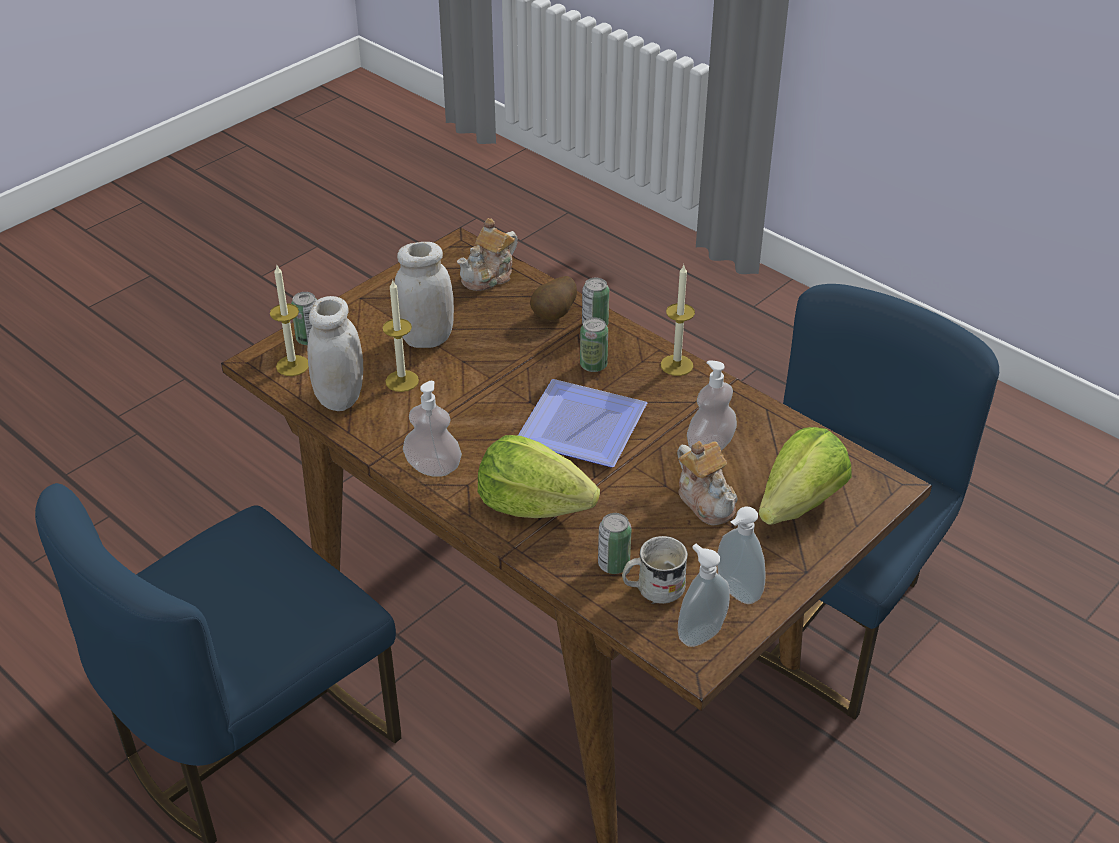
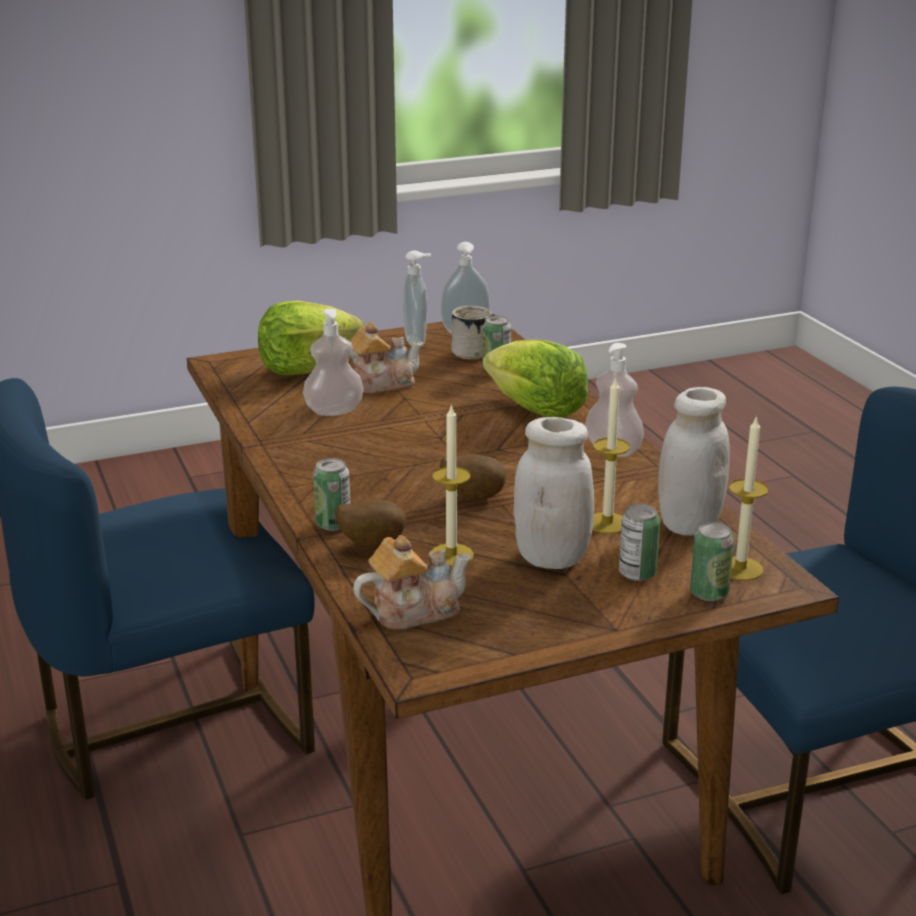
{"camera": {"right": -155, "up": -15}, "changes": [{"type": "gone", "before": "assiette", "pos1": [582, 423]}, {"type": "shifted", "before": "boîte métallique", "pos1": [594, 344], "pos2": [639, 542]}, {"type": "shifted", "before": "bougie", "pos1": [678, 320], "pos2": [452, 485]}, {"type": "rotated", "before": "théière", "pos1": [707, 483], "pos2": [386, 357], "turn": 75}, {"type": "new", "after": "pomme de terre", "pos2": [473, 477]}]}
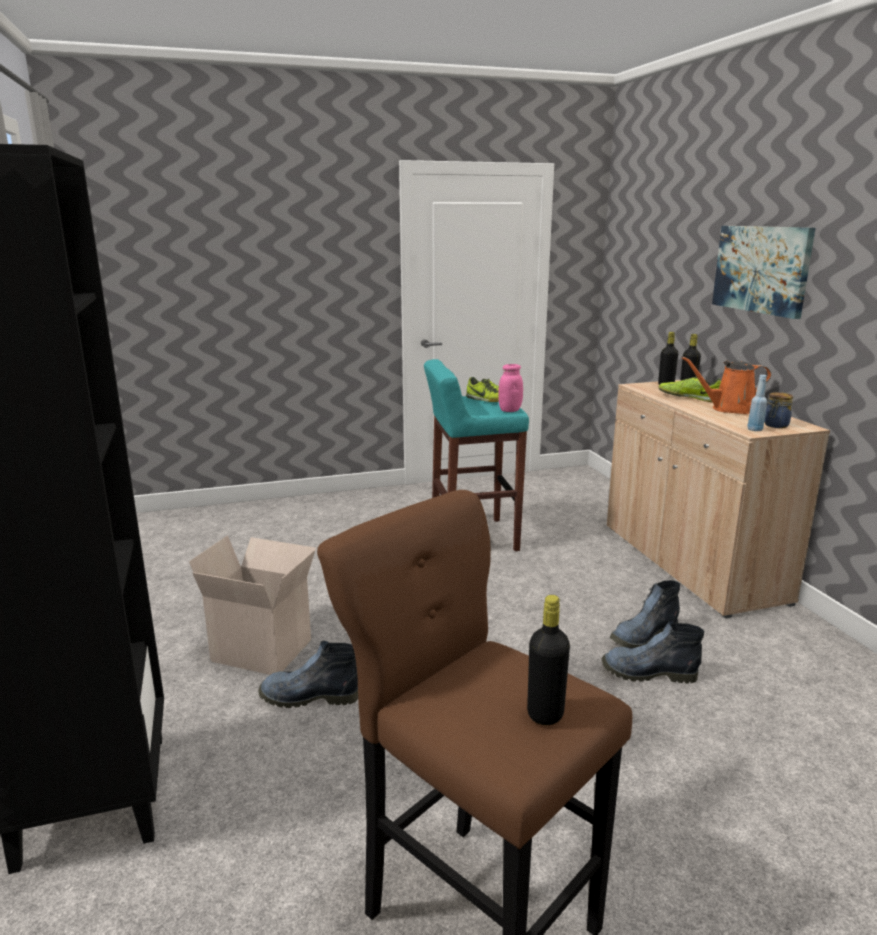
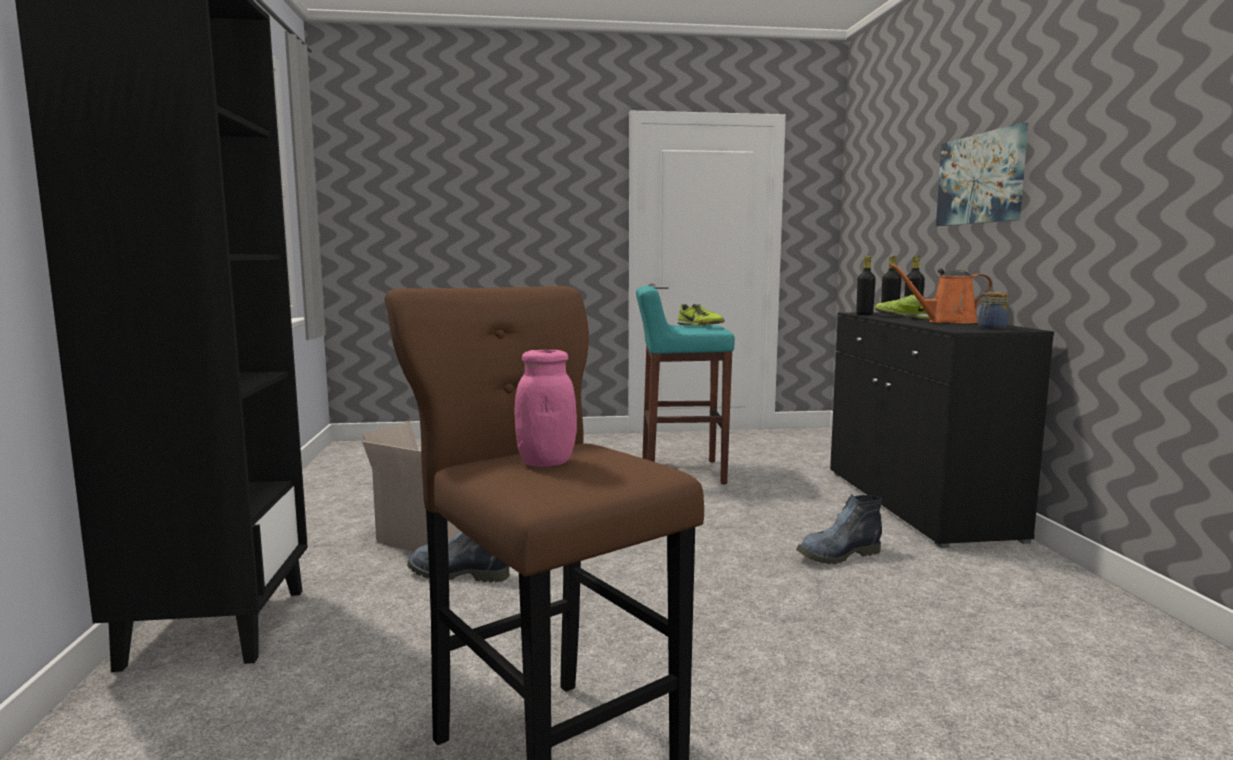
{"camera": {"right": 10, "up": -10}, "changes": [{"type": "shifted", "before": "bocal (rose)", "pos1": [511, 388], "pos2": [546, 408]}, {"type": "shifted", "before": "bouteille (noir)", "pos1": [548, 660], "pos2": [866, 285]}, {"type": "gone", "before": "botte", "pos1": [653, 651]}, {"type": "repainted", "before": "meuble de rangement (beige)", "after": "meuble de rangement (noir)", "pos1": [718, 499], "pos2": [942, 430]}, {"type": "gone", "before": "bouteille (bleu)", "pos1": [757, 403]}]}
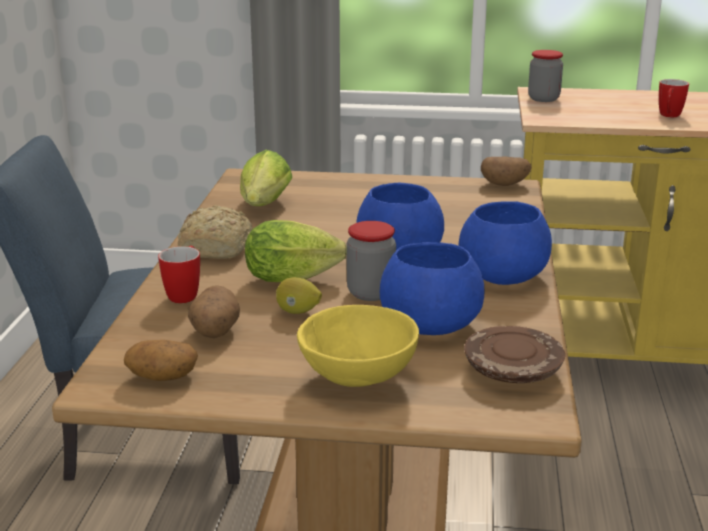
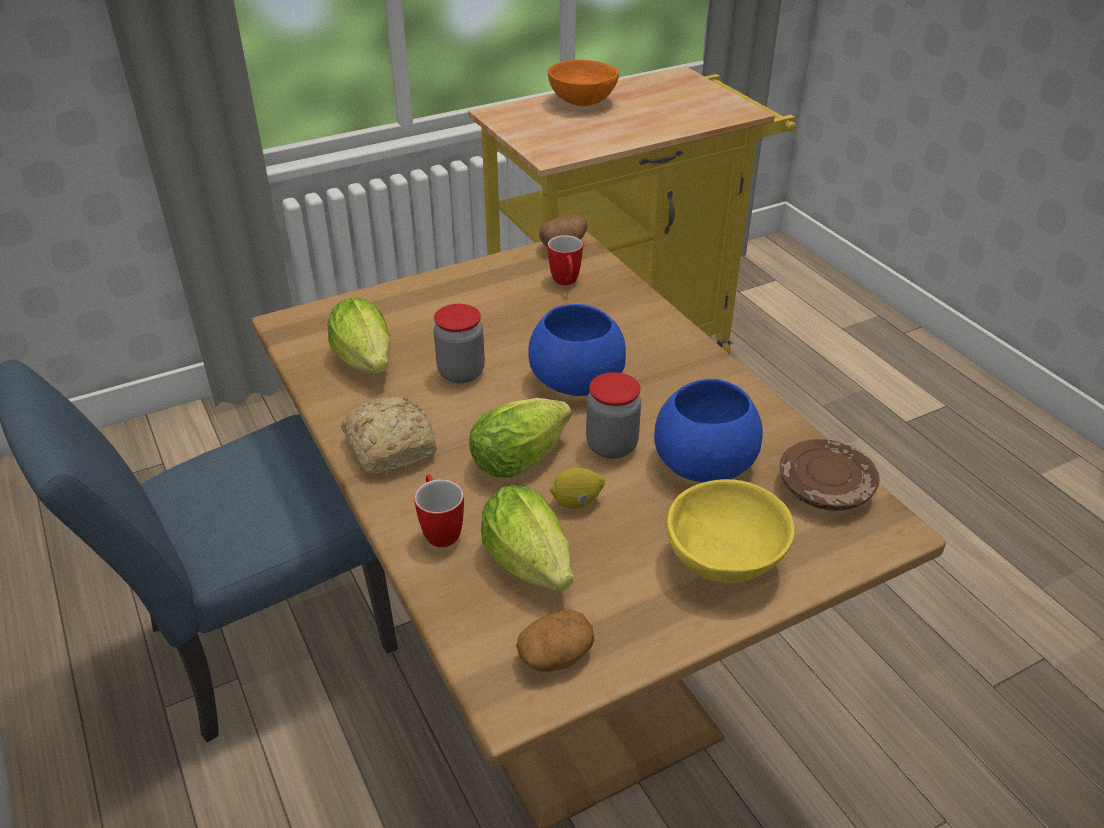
{"camera": {"right": -35, "up": 15}, "changes": [{"type": "swapped", "before": "pomme de terre", "after": "laitue", "pos1": [214, 311], "pos2": [527, 538]}, {"type": "gone", "before": "bol (bleu)", "pos1": [505, 243]}, {"type": "shifted", "before": "bocal", "pos1": [545, 76], "pos2": [459, 343]}, {"type": "shifted", "before": "mug", "pos1": [674, 98], "pos2": [565, 260]}, {"type": "new", "after": "bol (orange)", "pos2": [583, 83]}]}
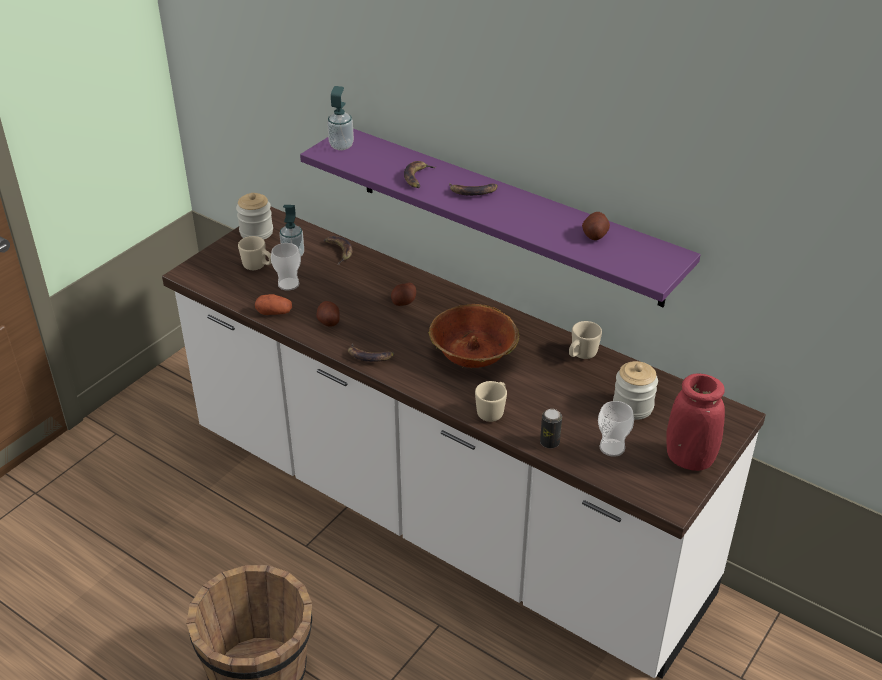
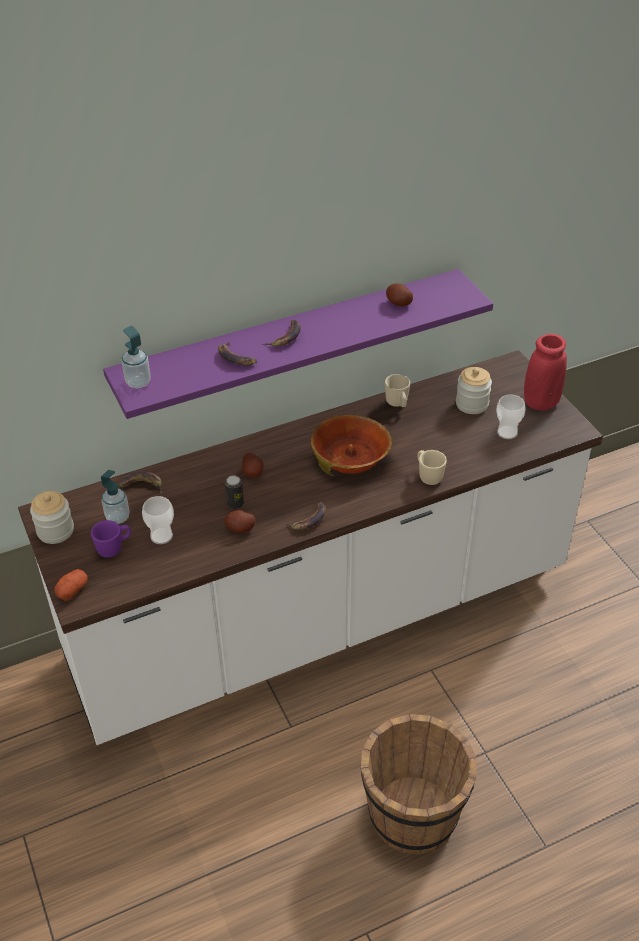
{"camera": {"right": -60, "up": 5}, "changes": [{"type": "repainted", "before": "mug (beige)", "after": "mug (violet)", "pos1": [254, 253], "pos2": [111, 539]}, {"type": "shifted", "before": "pomme de terre", "pos1": [273, 304], "pos2": [71, 584]}, {"type": "shifted", "before": "boîte métallique", "pos1": [551, 428], "pos2": [234, 492]}]}
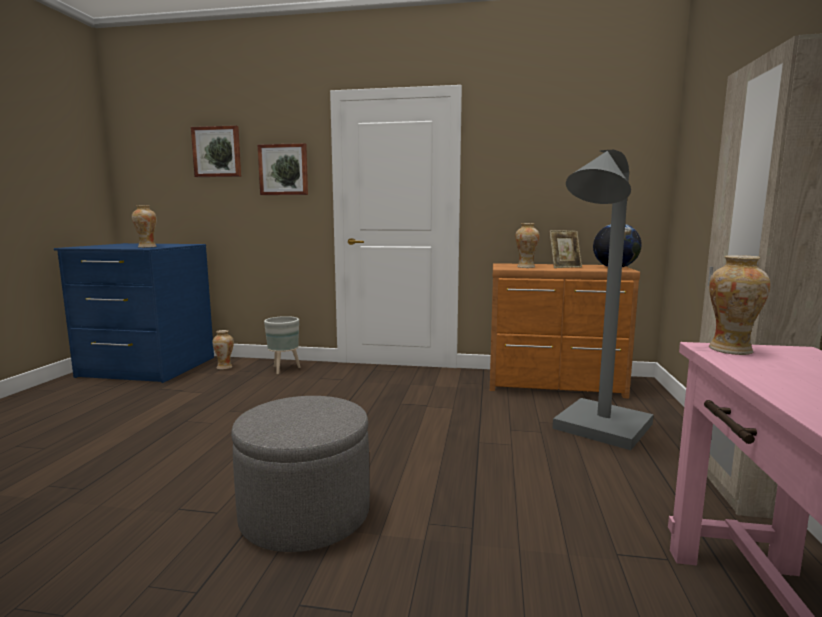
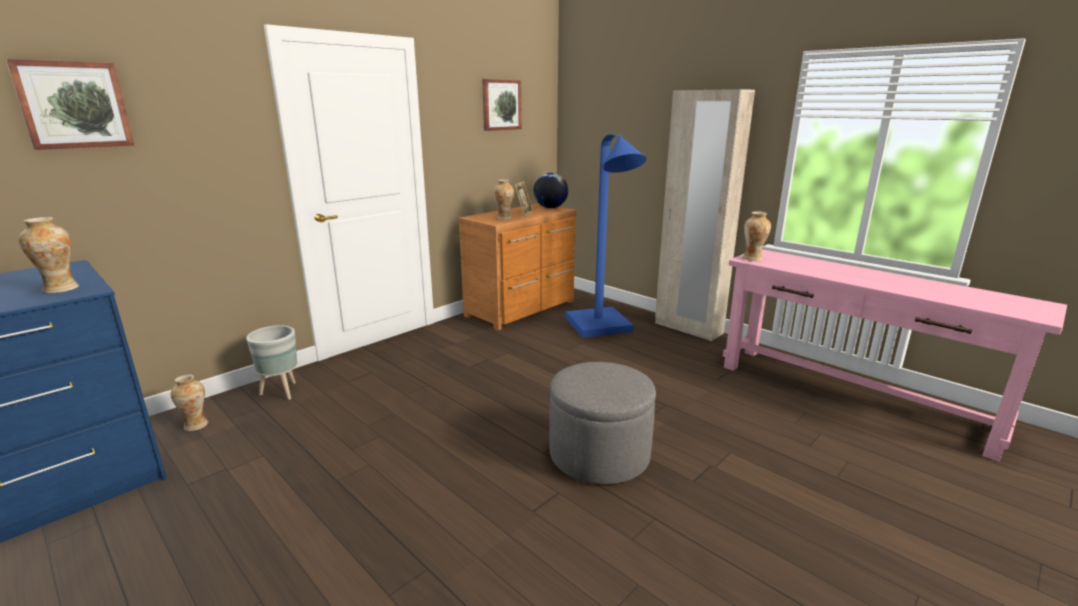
{"camera": {"right": -55, "up": 10}, "changes": [{"type": "shifted", "before": "tableau", "pos1": [282, 169], "pos2": [502, 105]}, {"type": "repainted", "before": "lampadaire (gris)", "after": "lampadaire (bleu)", "pos1": [603, 300], "pos2": [605, 236]}]}
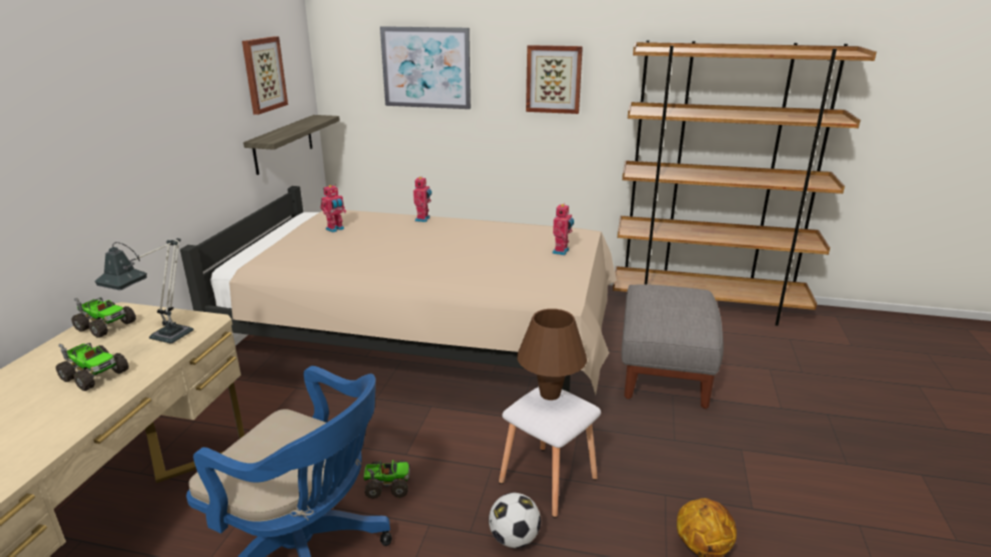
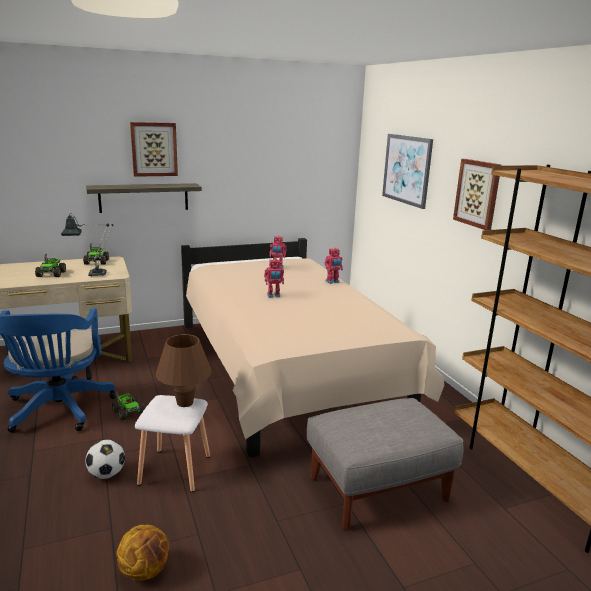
{"camera": {"right": 55, "up": -5}, "changes": [{"type": "shifted", "before": "tableau", "pos1": [265, 75], "pos2": [154, 149]}, {"type": "shifted", "before": "étagère", "pos1": [291, 145], "pos2": [144, 198]}, {"type": "shifted", "before": "robot jouet", "pos1": [563, 229], "pos2": [274, 278]}]}
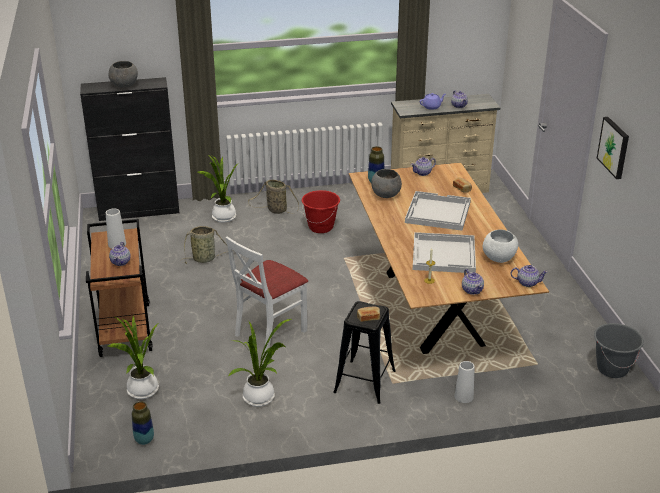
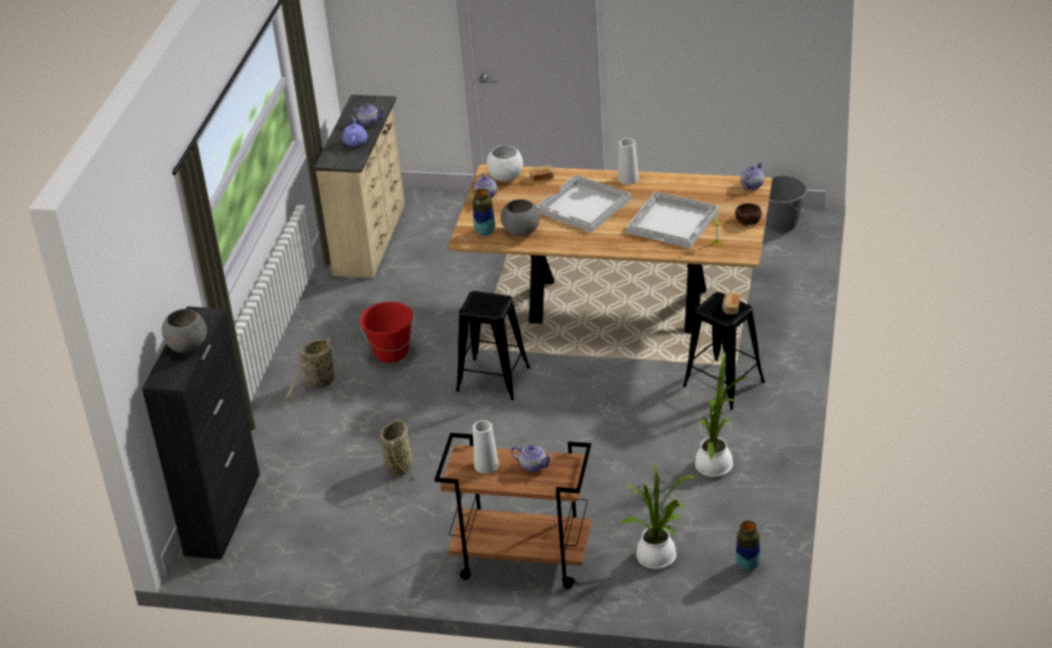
{"camera": {"right": -65, "up": 5}, "changes": [{"type": "gone", "before": "plante en pot", "pos1": [218, 188]}, {"type": "gone", "before": "chaise (blanc)", "pos1": [267, 295]}, {"type": "shifted", "before": "vase (blanc)", "pos1": [464, 382], "pos2": [628, 161]}, {"type": "swapped", "before": "théière", "after": "bol (marron)", "pos1": [473, 282], "pos2": [748, 214]}, {"type": "shifted", "before": "bol (blanc)", "pos1": [500, 246], "pos2": [505, 163]}, {"type": "gone", "before": "tableau", "pos1": [613, 148]}, {"type": "new", "after": "tabouret (noir)", "pos2": [493, 345]}]}
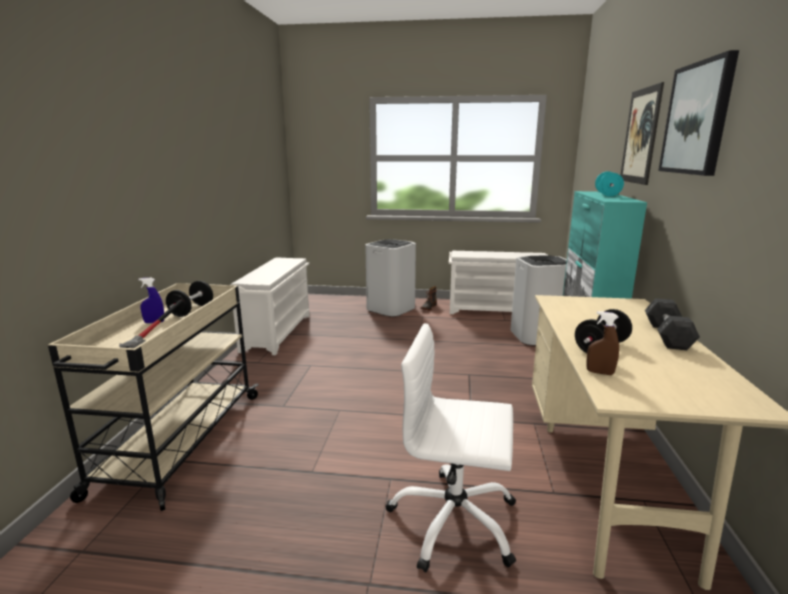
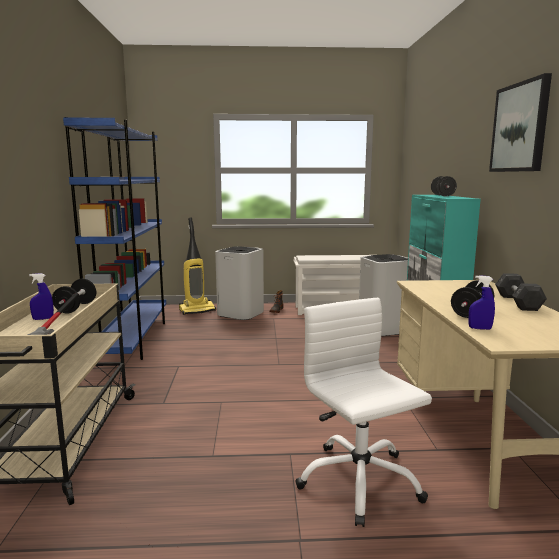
{"camera": {"right": -10, "up": -5}, "changes": [{"type": "swapped", "before": "étagère à chaussures (blanc)", "after": "bibliothèque (bleu)", "pos1": [270, 306], "pos2": [114, 238]}, {"type": "rotated", "before": "chaise de bureau (blanc)", "pos1": [451, 447], "pos2": [363, 412], "turn": 60}, {"type": "repainted", "before": "vaporisateur (marron)", "after": "vaporisateur (bleu)", "pos1": [602, 343], "pos2": [481, 302]}, {"type": "repainted", "before": "haltère (turquoise)", "after": "haltère (noir)", "pos1": [609, 183], "pos2": [444, 186]}, {"type": "gone", "before": "tableau", "pos1": [642, 133]}, {"type": "new", "after": "aspirateur", "pos2": [197, 266]}]}
